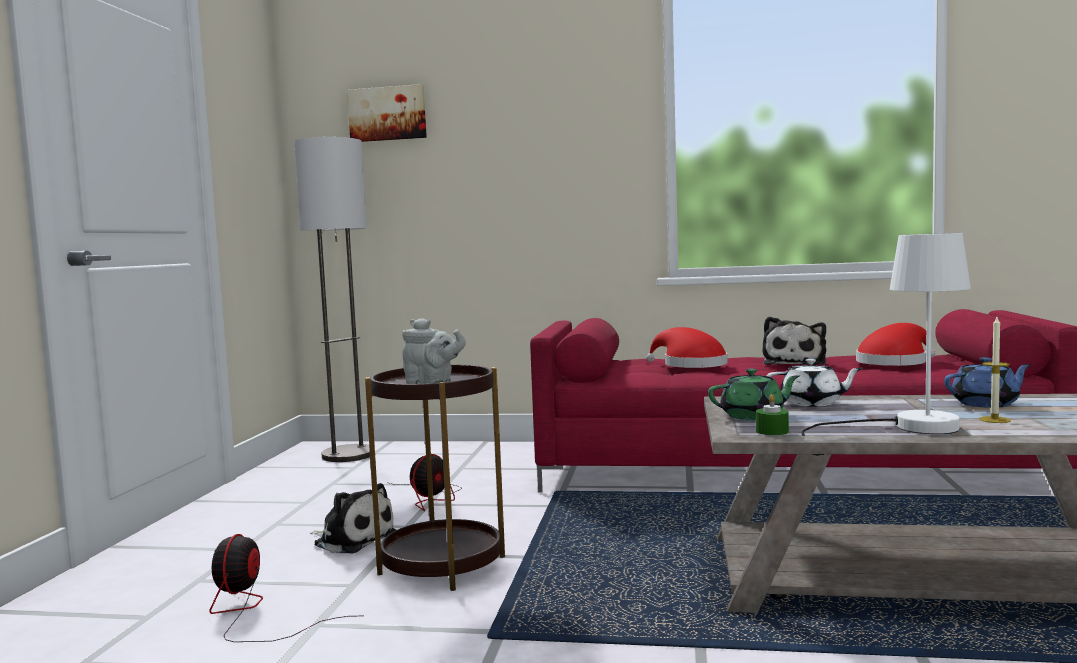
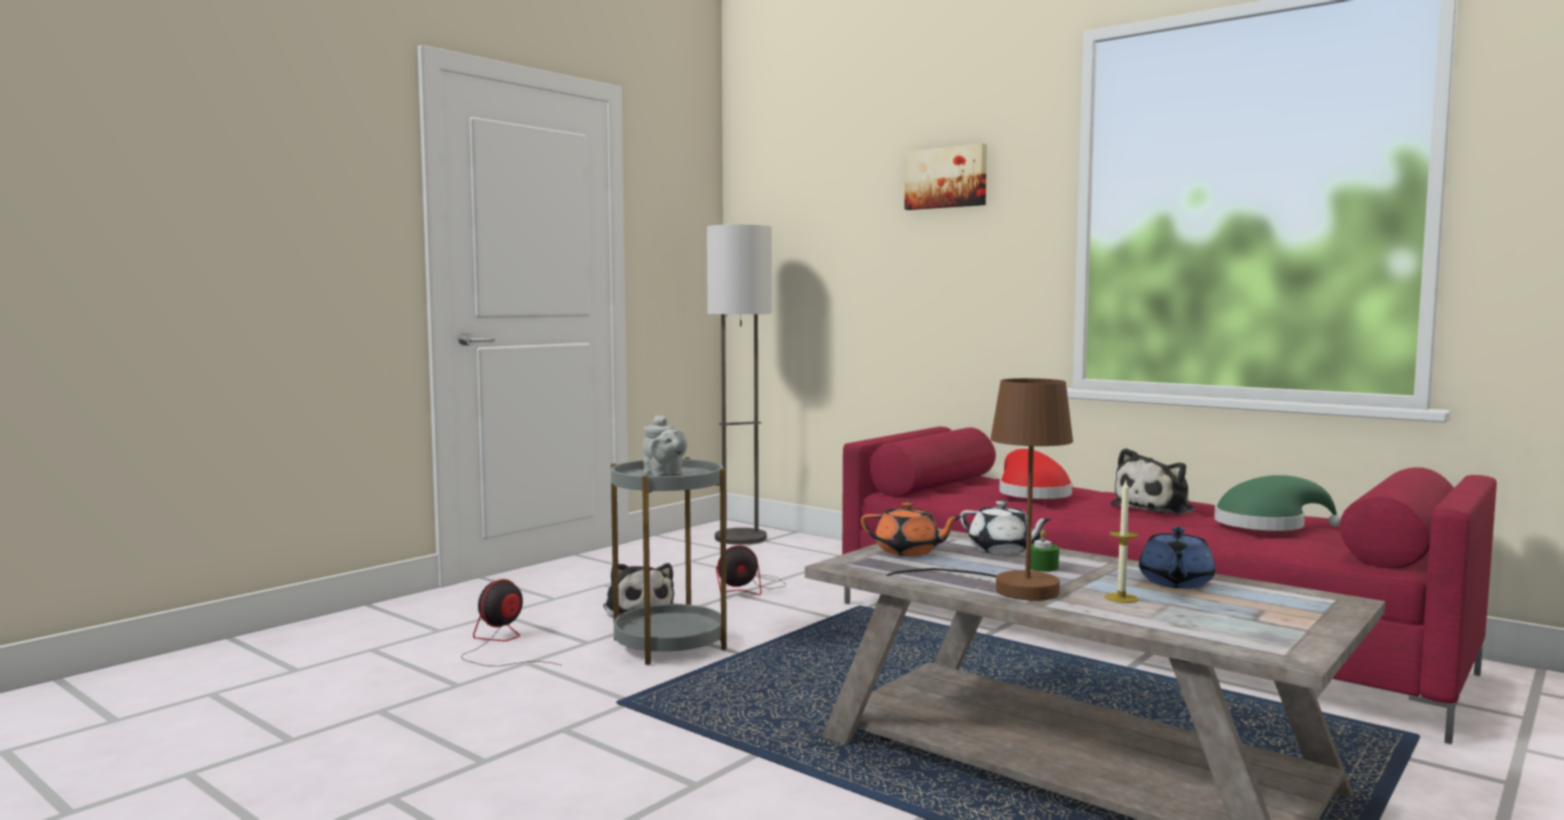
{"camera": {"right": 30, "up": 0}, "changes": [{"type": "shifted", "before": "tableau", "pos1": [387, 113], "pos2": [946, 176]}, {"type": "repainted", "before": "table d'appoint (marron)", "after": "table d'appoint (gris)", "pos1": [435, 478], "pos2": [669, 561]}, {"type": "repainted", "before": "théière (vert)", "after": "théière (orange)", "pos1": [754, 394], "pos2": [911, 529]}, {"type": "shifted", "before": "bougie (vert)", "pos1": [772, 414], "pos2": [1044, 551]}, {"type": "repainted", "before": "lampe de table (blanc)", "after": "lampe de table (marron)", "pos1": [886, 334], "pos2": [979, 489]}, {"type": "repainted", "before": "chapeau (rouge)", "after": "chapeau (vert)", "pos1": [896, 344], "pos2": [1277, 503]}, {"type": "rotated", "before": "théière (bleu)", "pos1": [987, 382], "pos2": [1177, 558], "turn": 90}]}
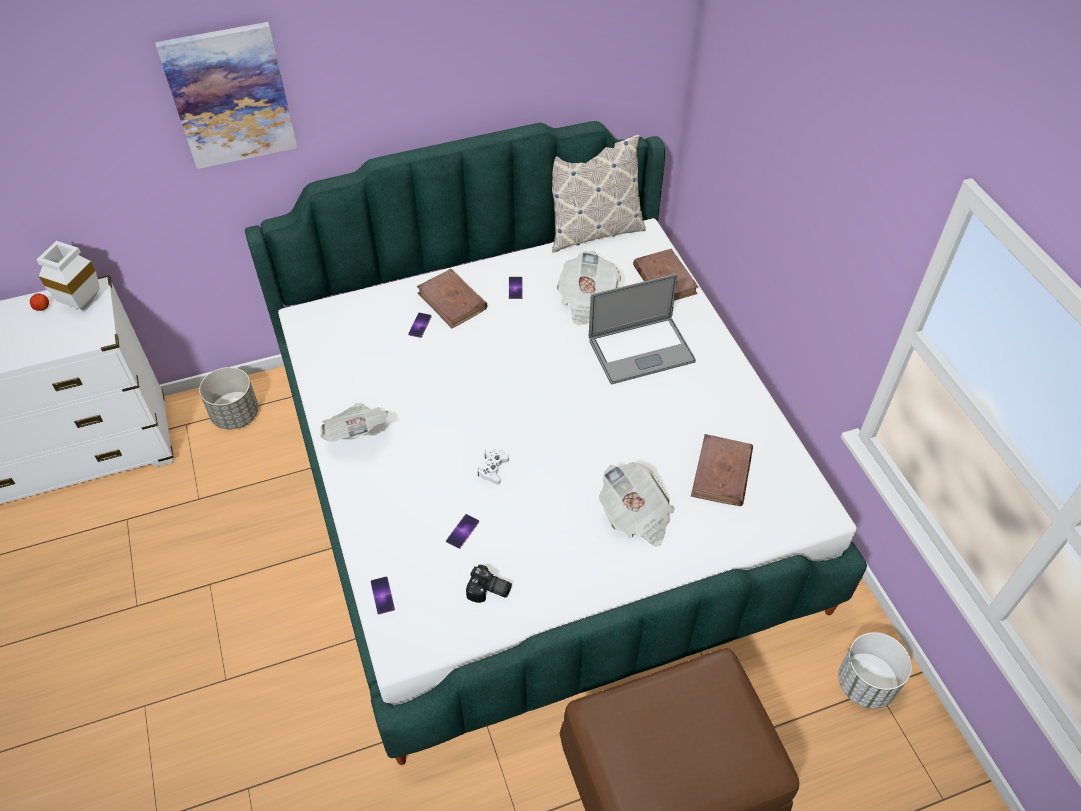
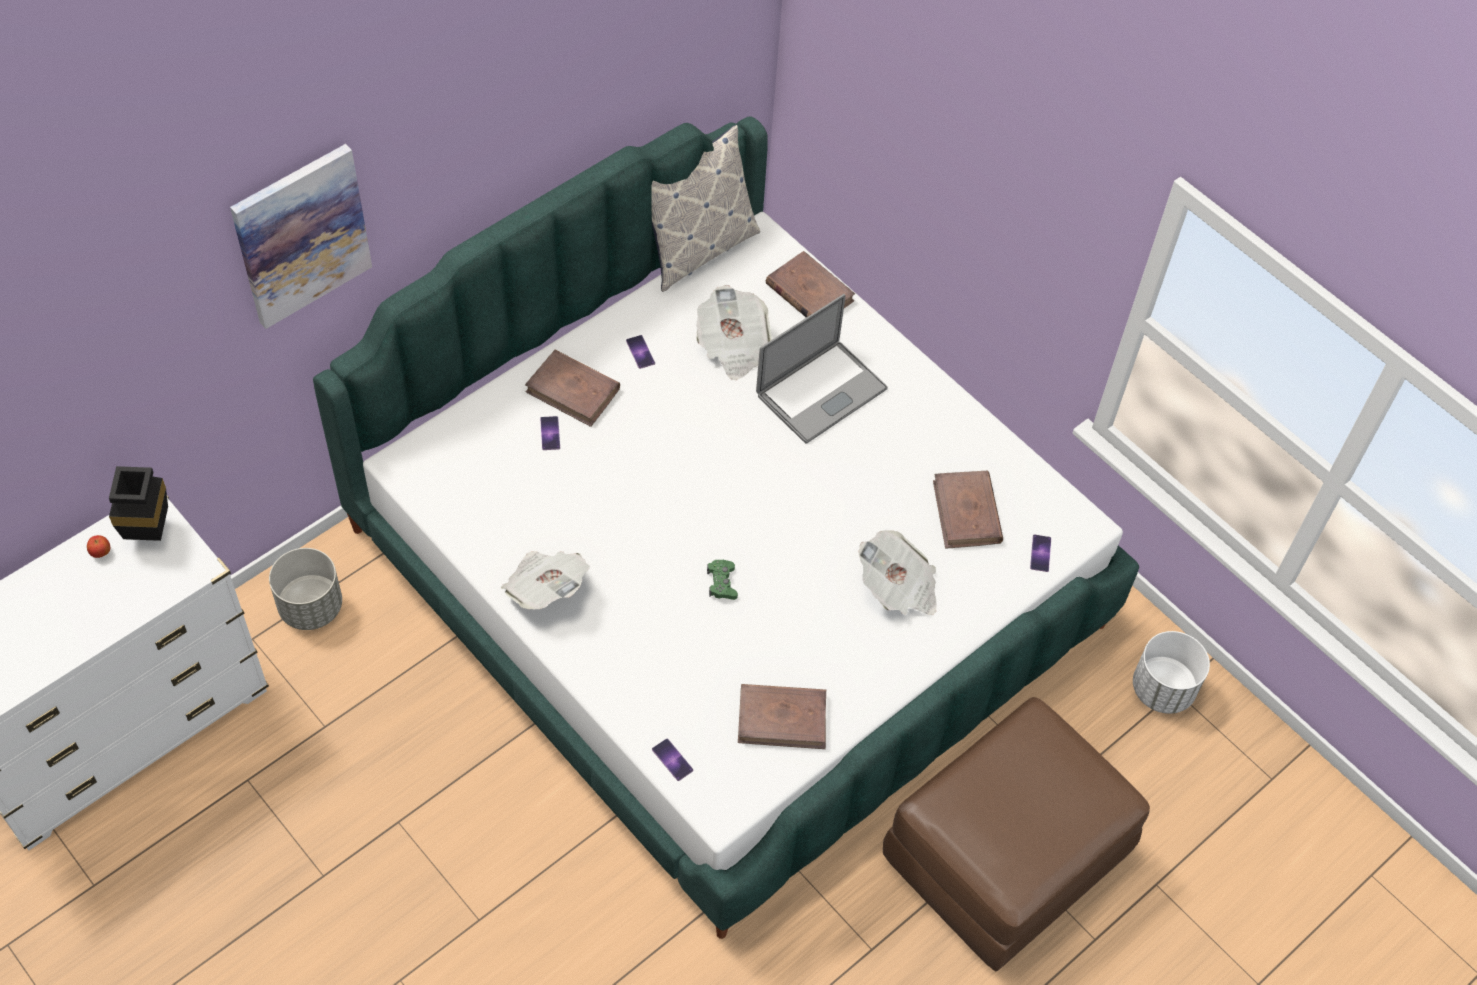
{"camera": {"right": -25, "up": 5}, "changes": [{"type": "repainted", "before": "vase (blanc)", "after": "vase (noir)", "pos1": [68, 275], "pos2": [138, 503]}, {"type": "shifted", "before": "téléphone", "pos1": [462, 531], "pos2": [1040, 553]}, {"type": "swapped", "before": "appareil photo", "after": "livre (marron)", "pos1": [489, 584], "pos2": [782, 716]}, {"type": "repainted", "before": "manette (blanc)", "after": "manette (vert)", "pos1": [493, 466], "pos2": [722, 580]}]}
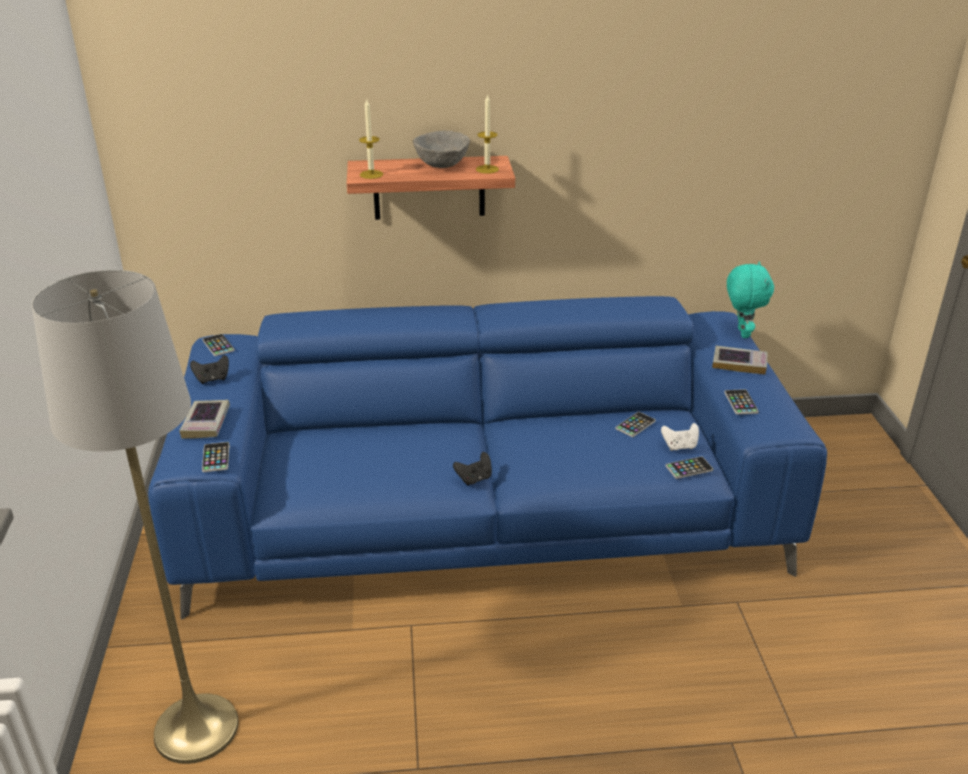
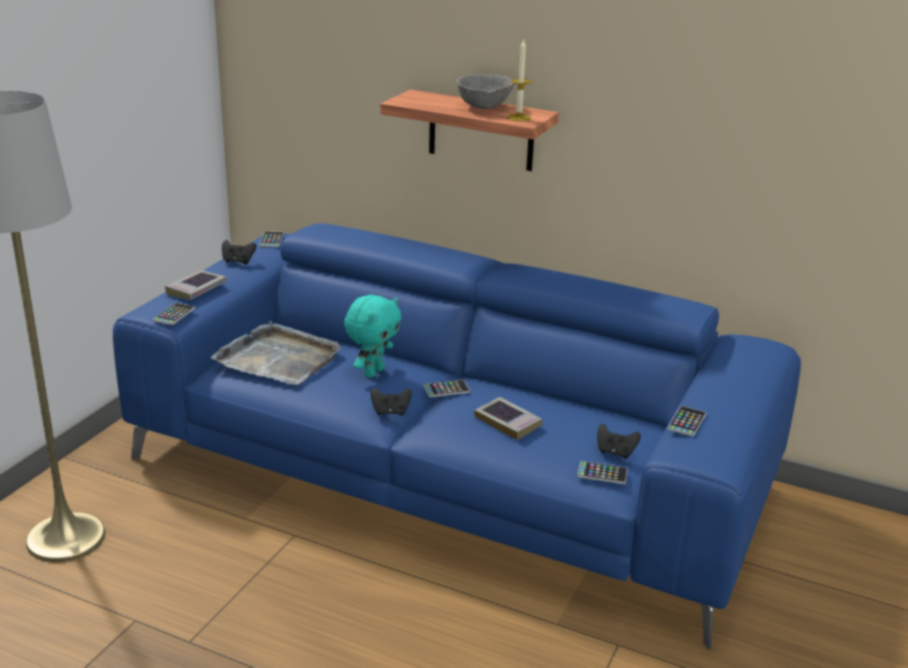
{"camera": {"right": 30, "up": -5}, "changes": [{"type": "gone", "before": "bougie", "pos1": [371, 139]}, {"type": "shifted", "before": "téléphone", "pos1": [635, 424], "pos2": [447, 388]}, {"type": "repainted", "before": "manette (blanc)", "after": "manette (noir)", "pos1": [680, 437], "pos2": [619, 441]}, {"type": "shifted", "before": "livre", "pos1": [740, 360], "pos2": [509, 418]}, {"type": "shifted", "before": "peluche (turquoise)", "pos1": [750, 300], "pos2": [373, 336]}, {"type": "new", "after": "plateau (gris)", "pos2": [276, 353]}]}
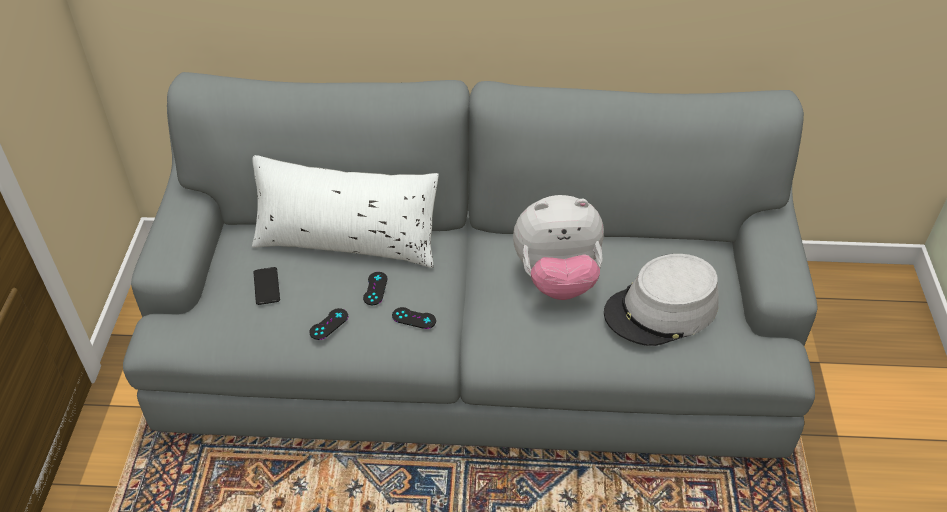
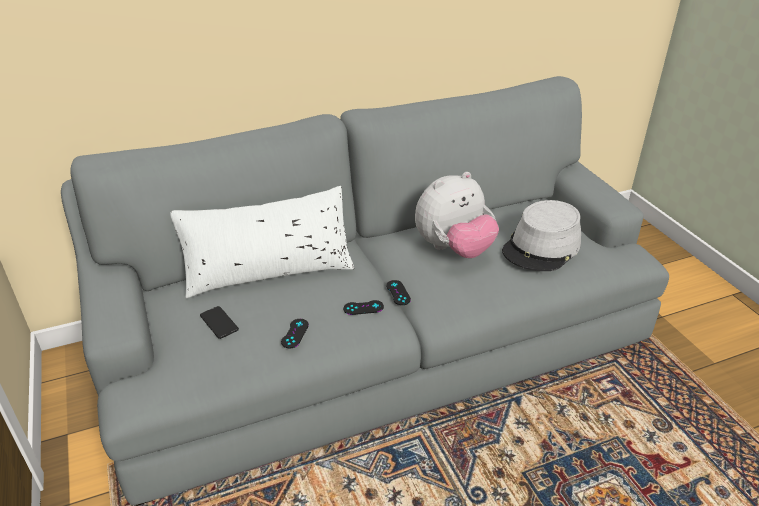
{"camera": {"right": -25, "up": -10}, "changes": [{"type": "shifted", "before": "manette (noir)", "pos1": [375, 288], "pos2": [398, 292]}]}
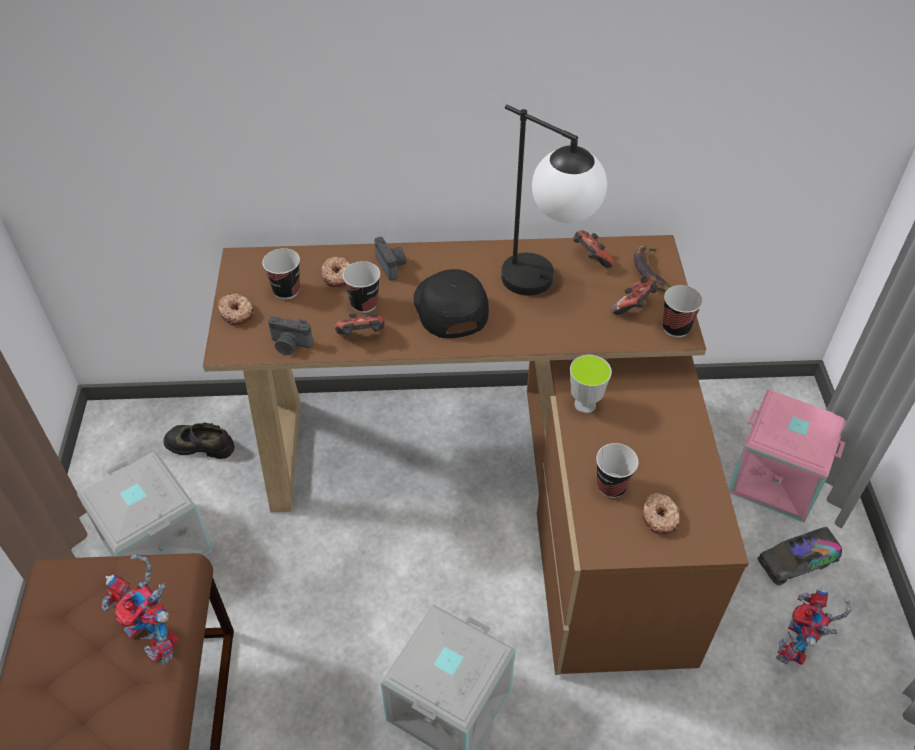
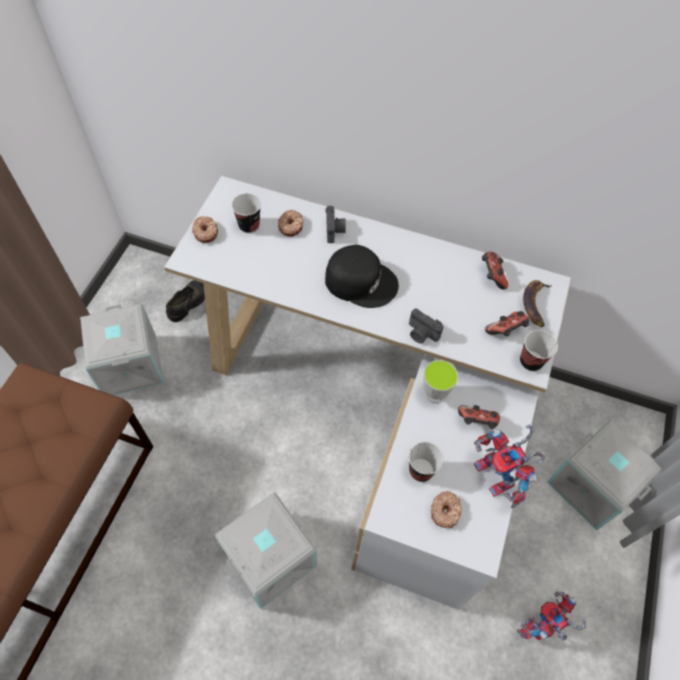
{"camera": {"right": 20, "up": 10}, "changes": [{"type": "shifted", "before": "robot jouet", "pos1": [140, 610], "pos2": [510, 466]}, {"type": "rotated", "before": "chaussure (noir)", "pos1": [199, 441], "pos2": [185, 301], "turn": 90}, {"type": "repainted", "before": "bureau (marron)", "after": "bureau (blanc)", "pos1": [476, 455], "pos2": [367, 393]}, {"type": "shifted", "before": "appareil photo", "pos1": [290, 335], "pos2": [426, 326]}, {"type": "shifted", "before": "manette", "pos1": [359, 323], "pos2": [479, 417]}, {"type": "gone", "before": "tasse", "pos1": [361, 287]}, {"type": "rotated", "before": "casquette (noir)", "pos1": [451, 303], "pos2": [362, 276], "turn": 105}, {"type": "gone", "before": "lampe de table", "pos1": [554, 200]}, {"type": "repainted", "before": "boîte de rangement (rose)", "after": "boîte de rangement (gris)", "pos1": [787, 456], "pos2": [604, 475]}, {"type": "gone", "before": "camion jouet", "pos1": [800, 556]}]}
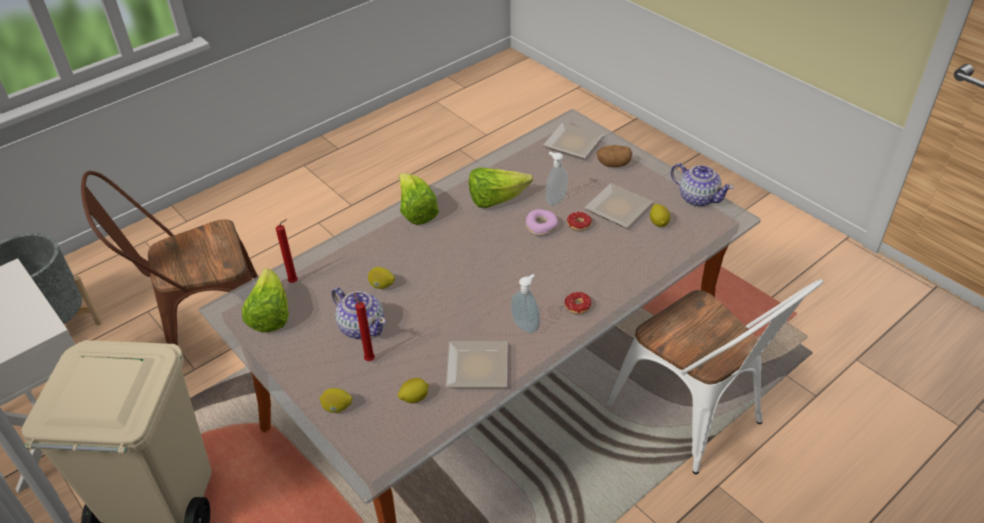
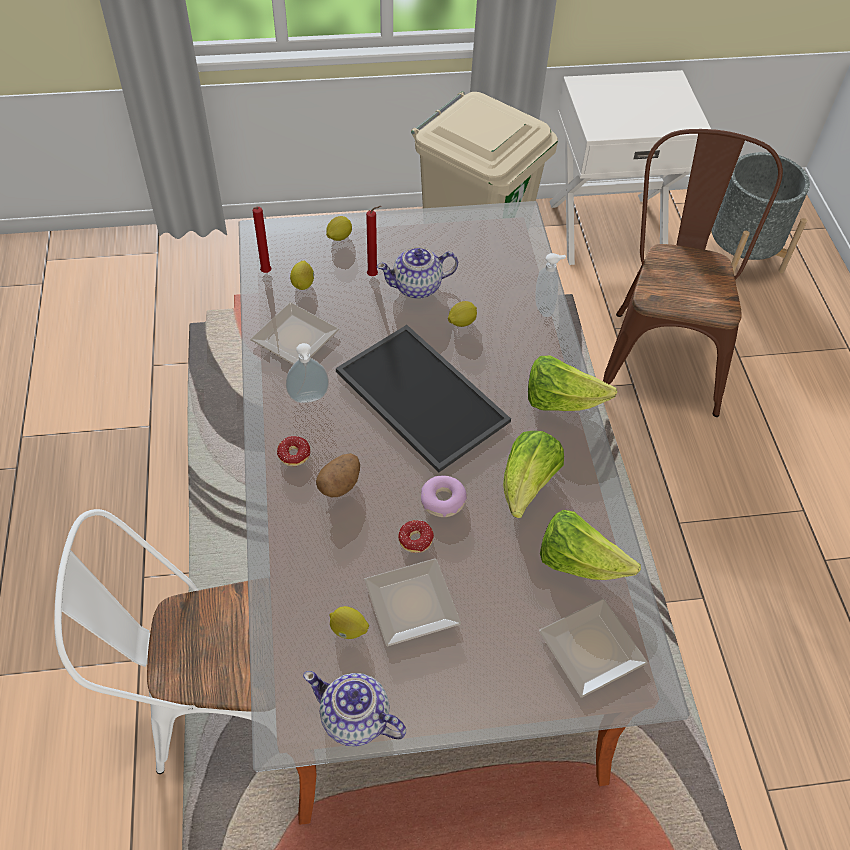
{"camera": {"right": 120, "up": 10}, "changes": [{"type": "shifted", "before": "laitue", "pos1": [265, 300], "pos2": [590, 545]}, {"type": "shifted", "before": "bougie (rouge)", "pos1": [287, 251], "pos2": [262, 240]}, {"type": "shifted", "before": "distributeur de savon", "pos1": [557, 178], "pos2": [550, 285]}, {"type": "shifted", "before": "pomme de terre", "pos1": [614, 156], "pos2": [338, 475]}, {"type": "rotated", "before": "théière", "pos1": [702, 185], "pos2": [354, 708], "turn": 45}, {"type": "new", "after": "plateau", "pos2": [423, 399]}]}
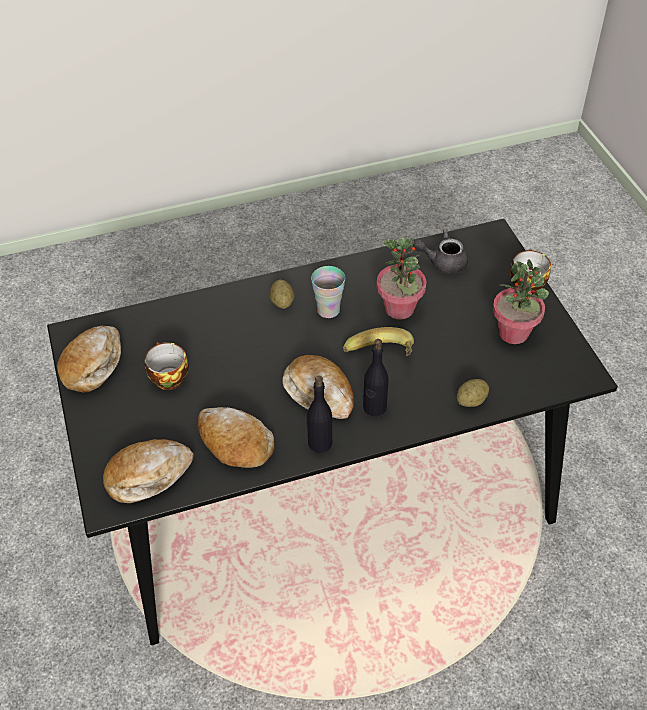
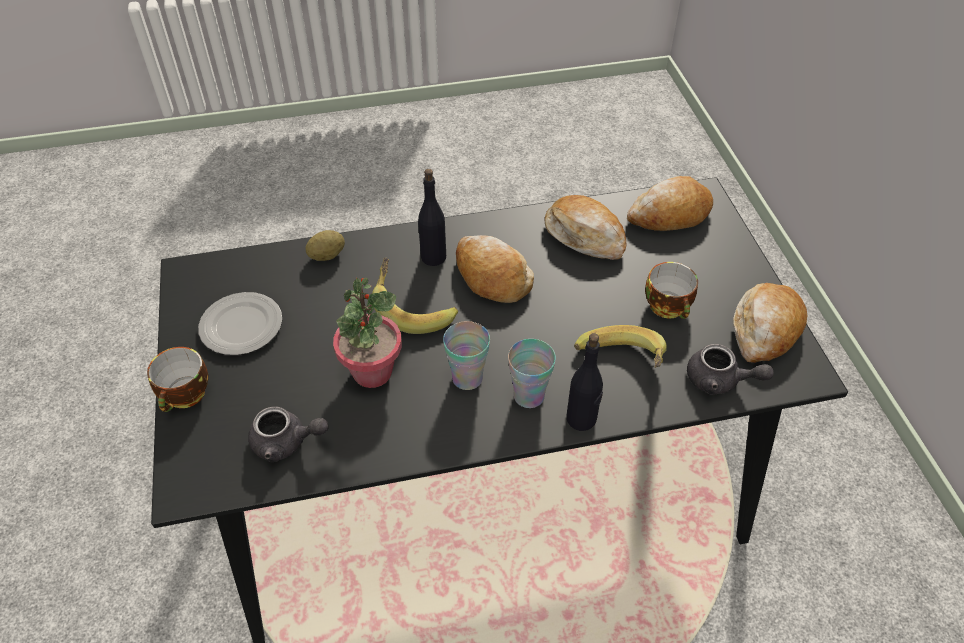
{"camera": {"right": -175, "up": 0}, "changes": [{"type": "swapped", "before": "pomme de terre", "after": "tasse", "pos1": [282, 294], "pos2": [532, 373]}, {"type": "shifted", "before": "bouteille (noir)", "pos1": [319, 414], "pos2": [584, 382]}, {"type": "swapped", "before": "plante en pot", "after": "assiette", "pos1": [521, 301], "pos2": [240, 323]}, {"type": "new", "after": "banane", "pos2": [620, 346]}, {"type": "new", "after": "théière (gris)", "pos2": [730, 369]}]}
